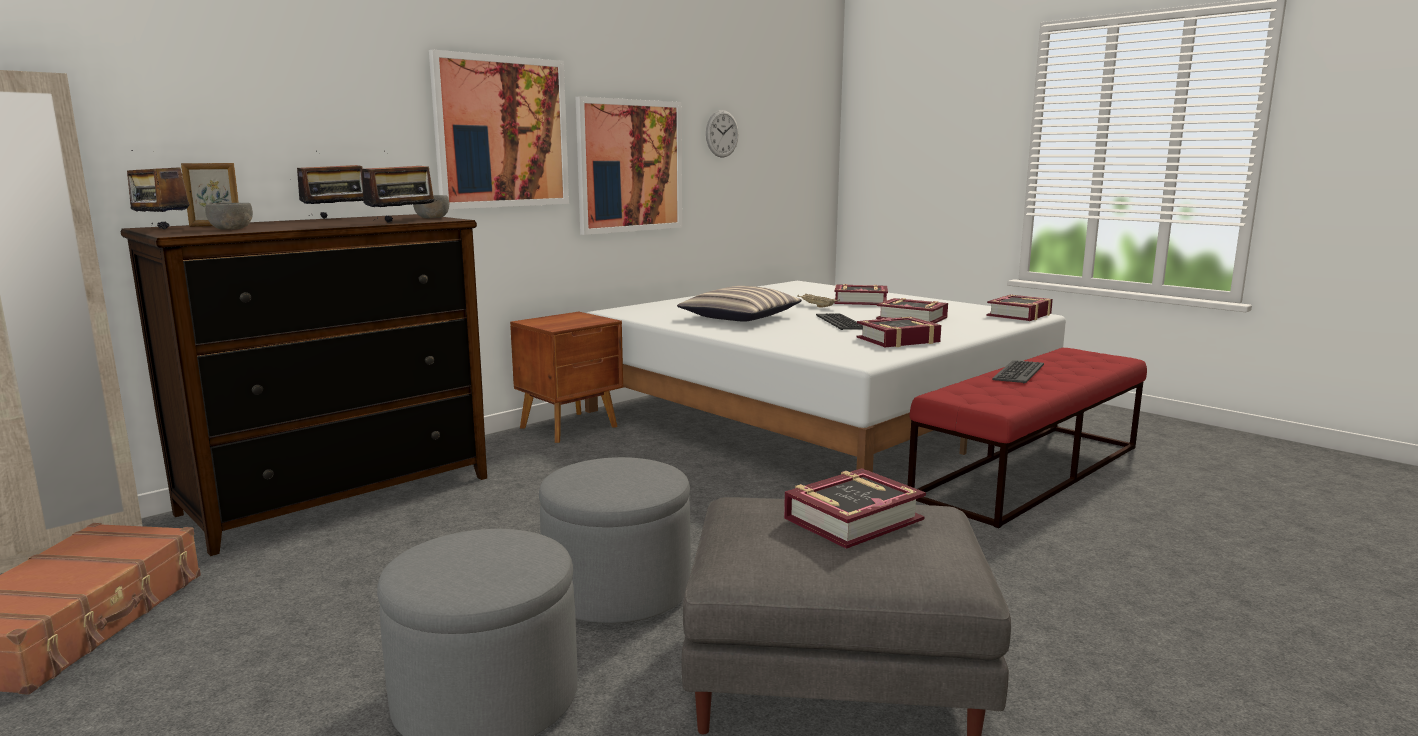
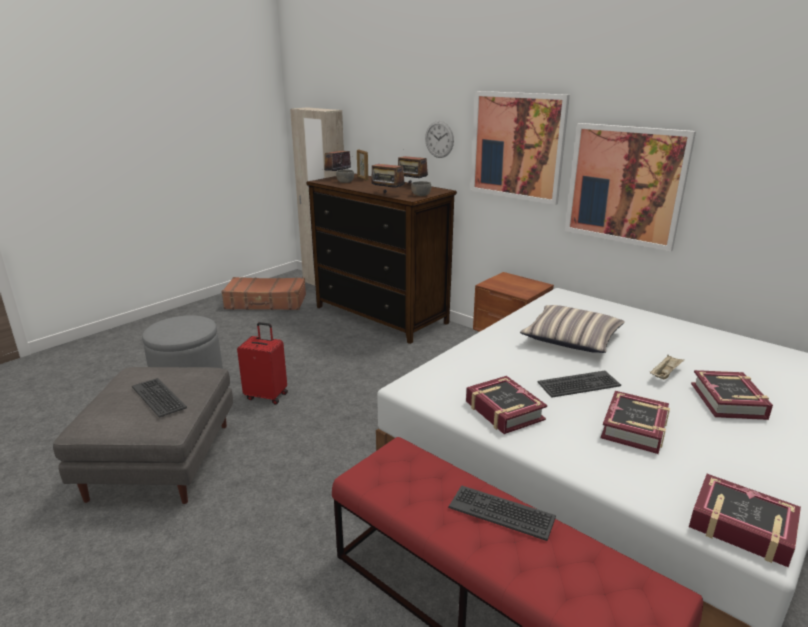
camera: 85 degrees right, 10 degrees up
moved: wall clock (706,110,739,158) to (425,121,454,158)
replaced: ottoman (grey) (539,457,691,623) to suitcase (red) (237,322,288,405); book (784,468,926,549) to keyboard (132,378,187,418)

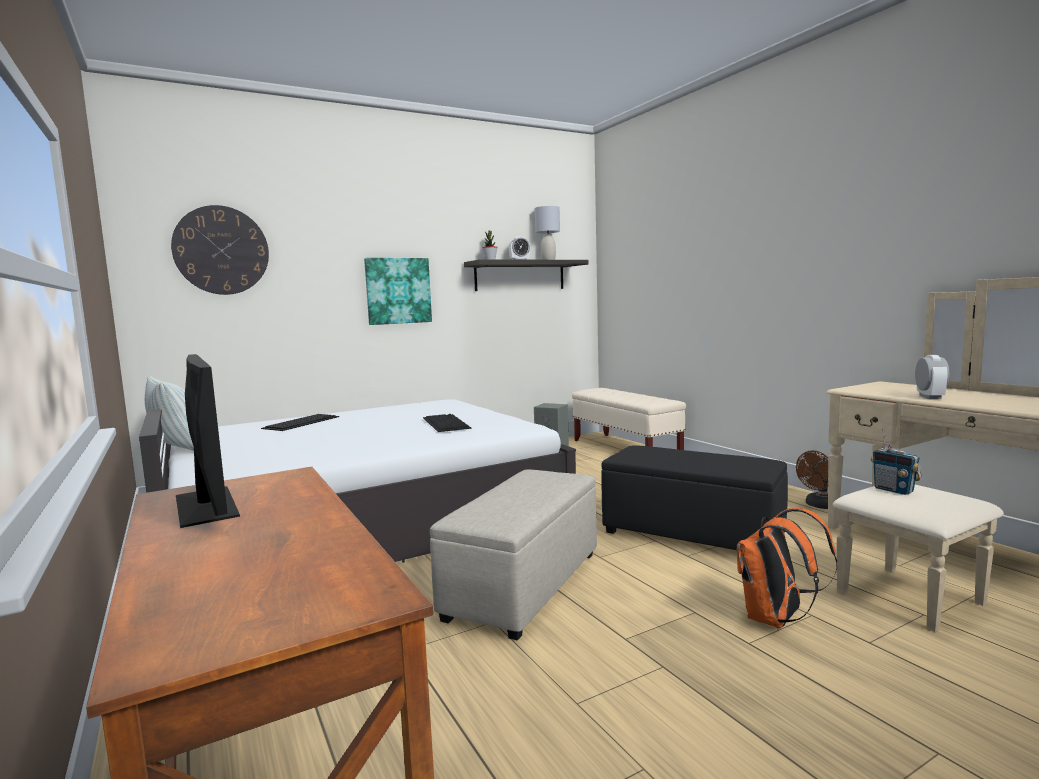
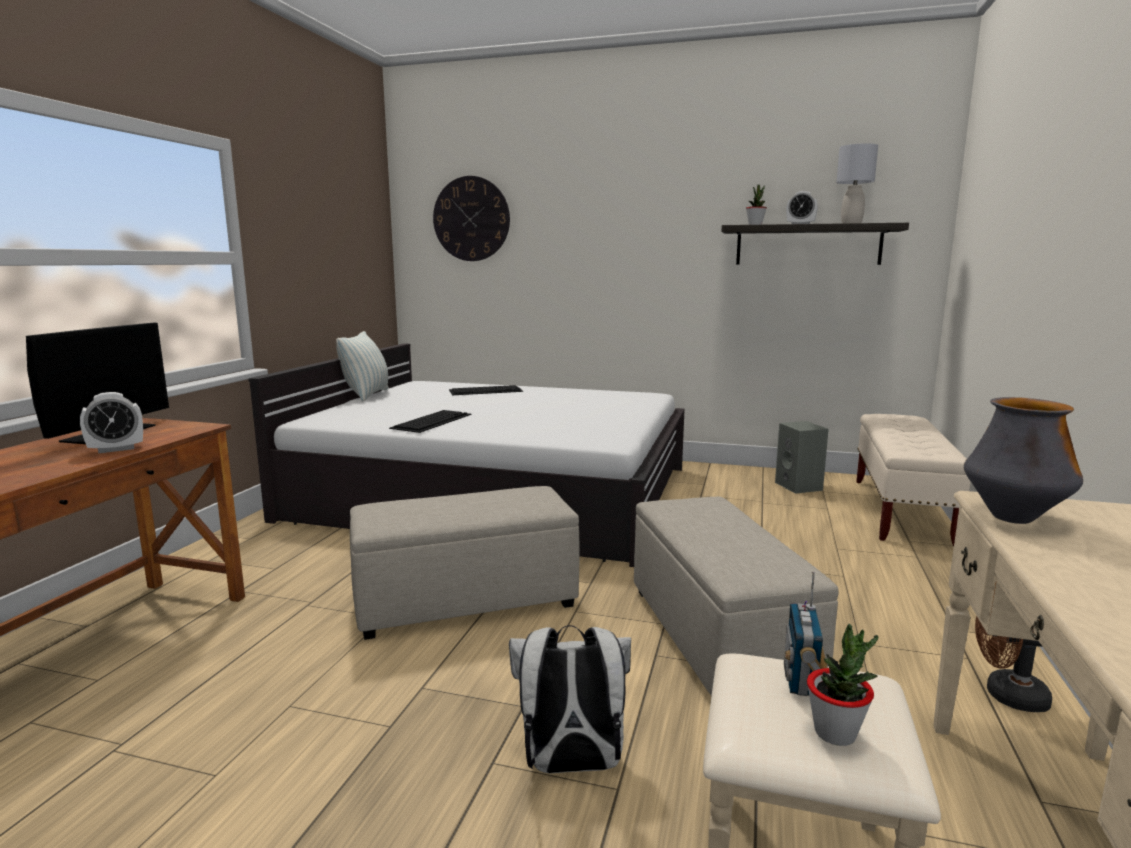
camera: 45 degrees right, 5 degrees up
removed: picture (364,258,432,325)
added: potted plant (807,624,878,746); vase (964,397,1083,524)
moved: keyboard (423,414,471,432) to (389,410,471,433); alarm clock (915,355,949,399) to (80,392,143,453)
recoloured: ottoman (black) (601,445,788,550) to ottoman (beige) (634,497,839,696); backpack (orange) (737,508,837,628) to backpack (white) (509,625,631,773)

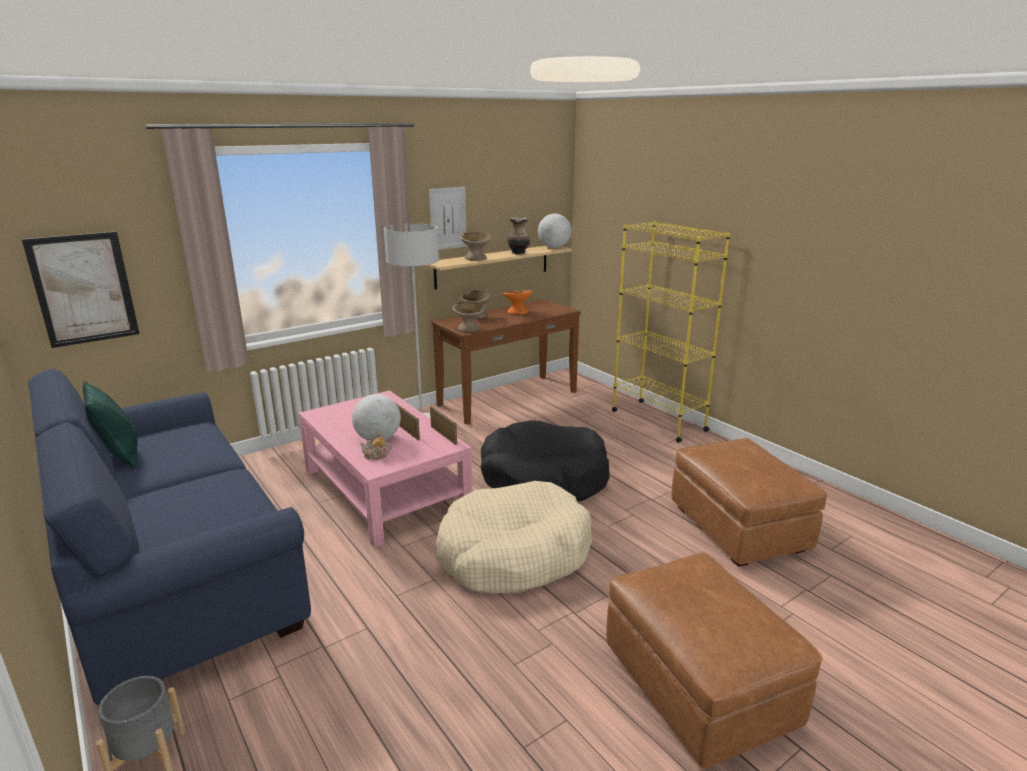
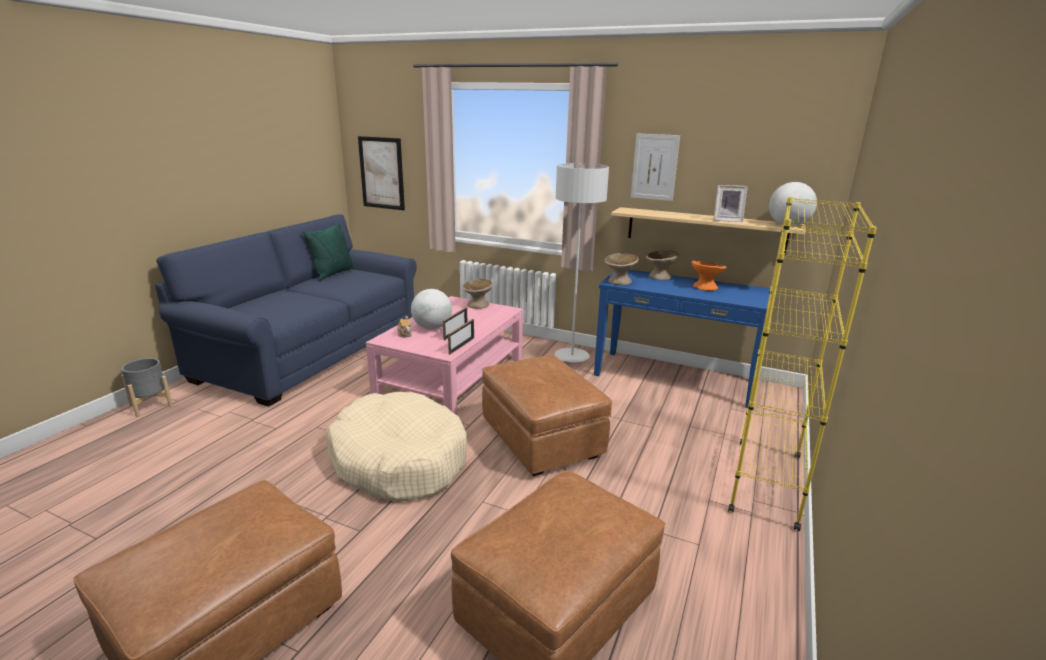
camera: 60 degrees right, 0 degrees up
moved: bowl (beige) (460,232,491,260) to (462,278,493,309)
replaced: dog bed (black) (481,420,610,501) to ottoman (brown) (482,354,612,476); vase (507,217,530,254) to picture frame (713,185,748,222)
recoloured: console table (brown) (431,299,581,425) to console table (blue) (594,270,770,408)

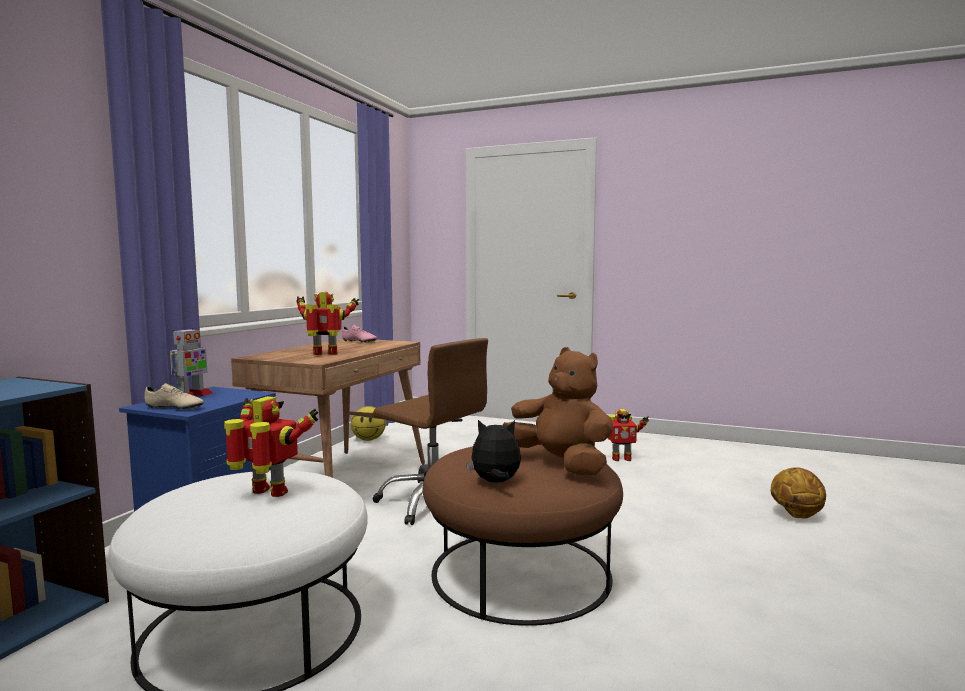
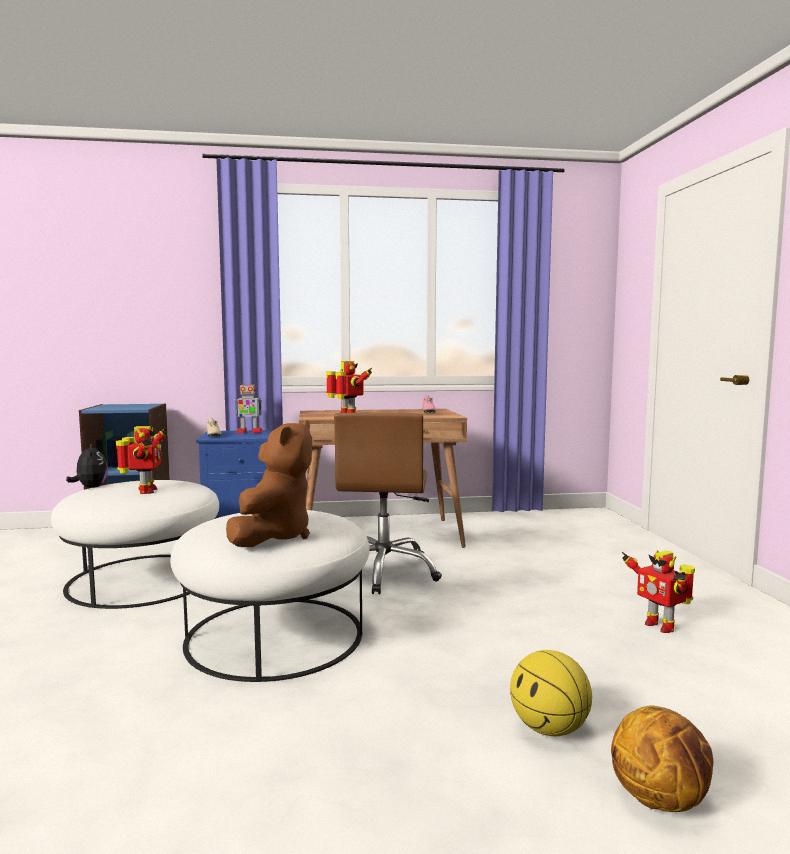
camera: 60 degrees right, 0 degrees up
moved: basketball (351,406,386,441) to (510,650,592,736); plush toy (466,420,521,483) to (66,443,108,488)
recoloured: ottoman (brown) (423,445,623,626) to ottoman (white) (170,510,370,682)

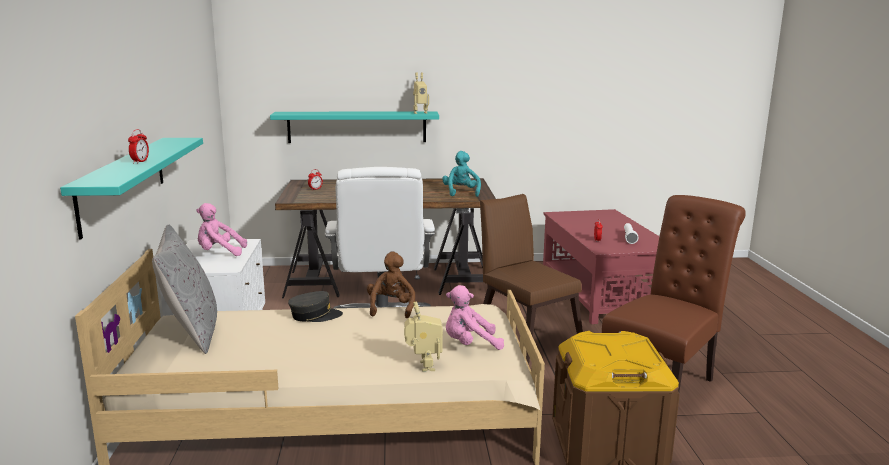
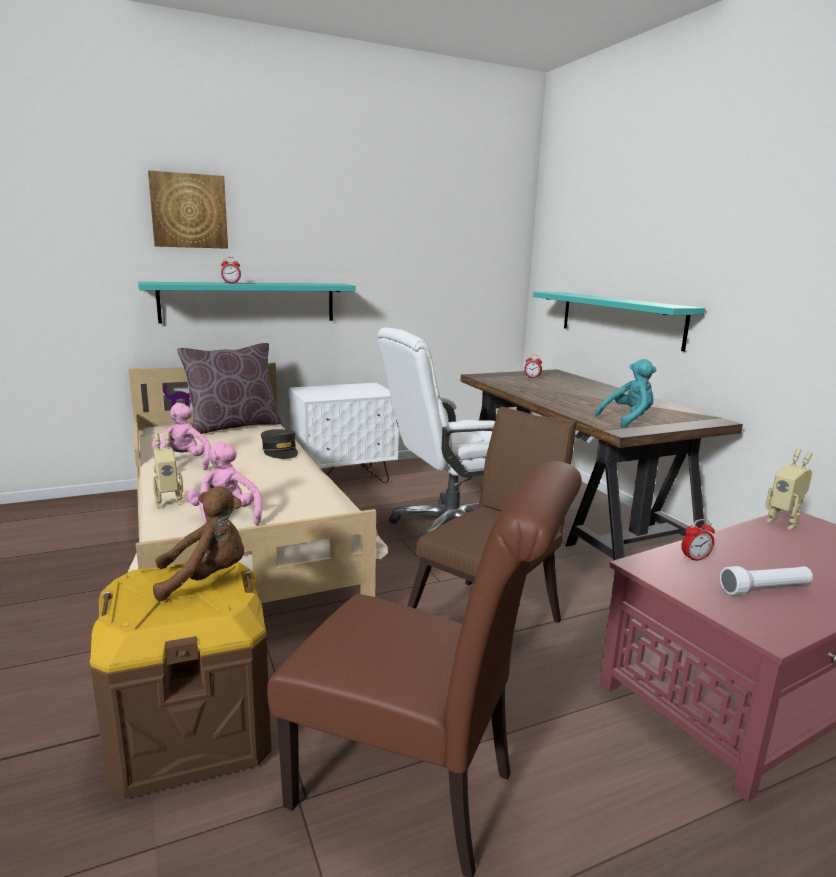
camera: 70 degrees right, 0 degrees up
added: picture (148,170,228,249)
moved: plush toy (pink) (196,203,247,256) to (152,403,211,470); plush toy (brown) (367,252,415,318) to (153,486,244,601); toy robot (413,72,429,114) to (766,448,813,530)
recoloured: pillow (grey) (152,225,217,354) to pillow (brown) (177,343,282,434)

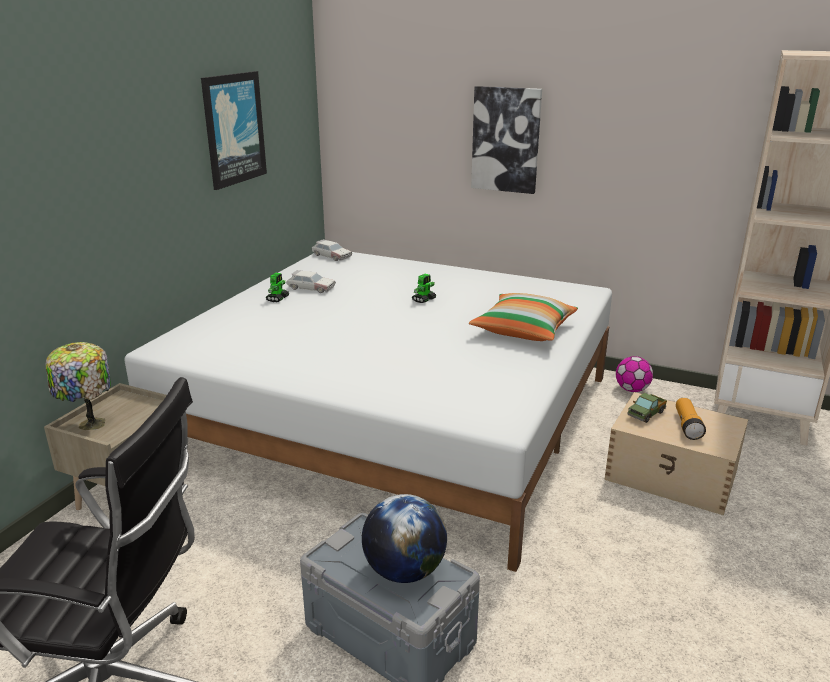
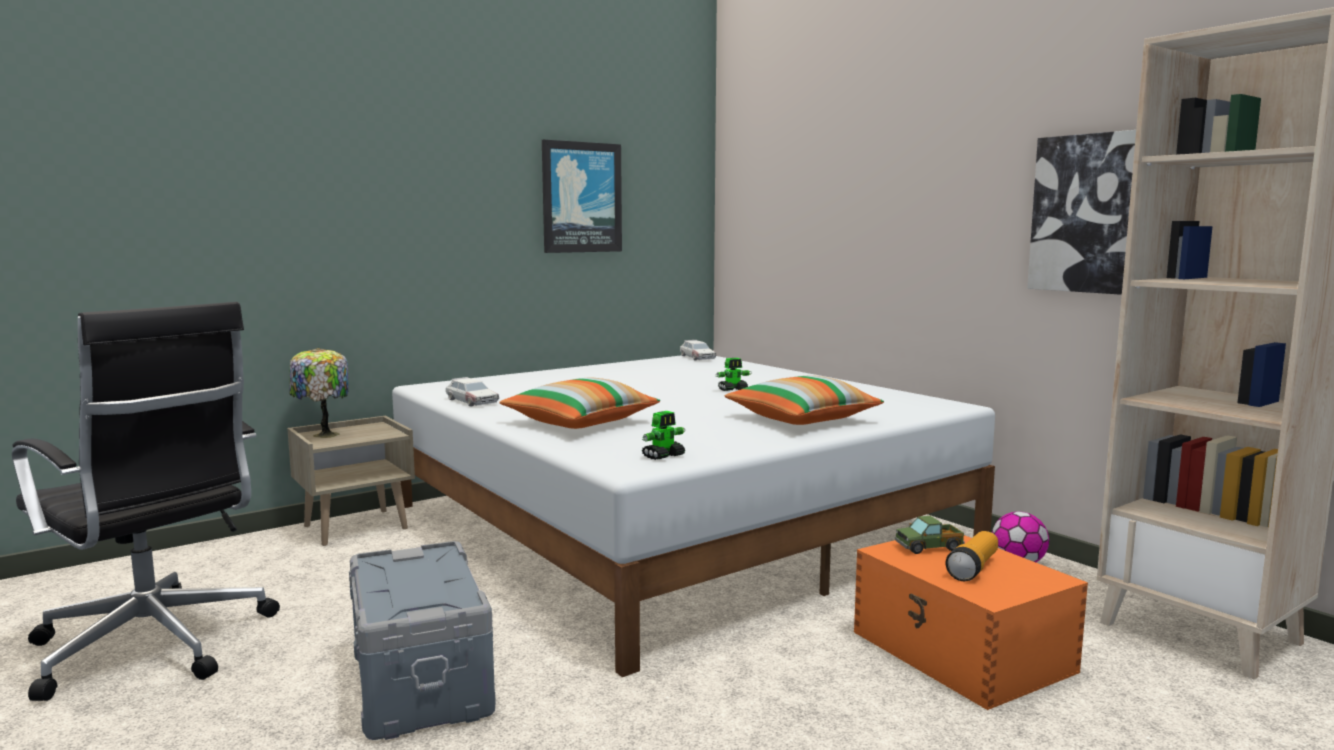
camera: 30 degrees right, 15 degrees down
removed: globe (362,494,447,583)
added: pillow (499,378,660,429)
moved: toy robot (266,273,289,302) to (642,411,685,460); toy car (287,270,336,293) to (446,377,499,406); picture (471,86,542,194) to (1027,130,1136,295)
recoloured: storage box (beige) (604,392,748,516) to storage box (orange) (854,535,1088,710)

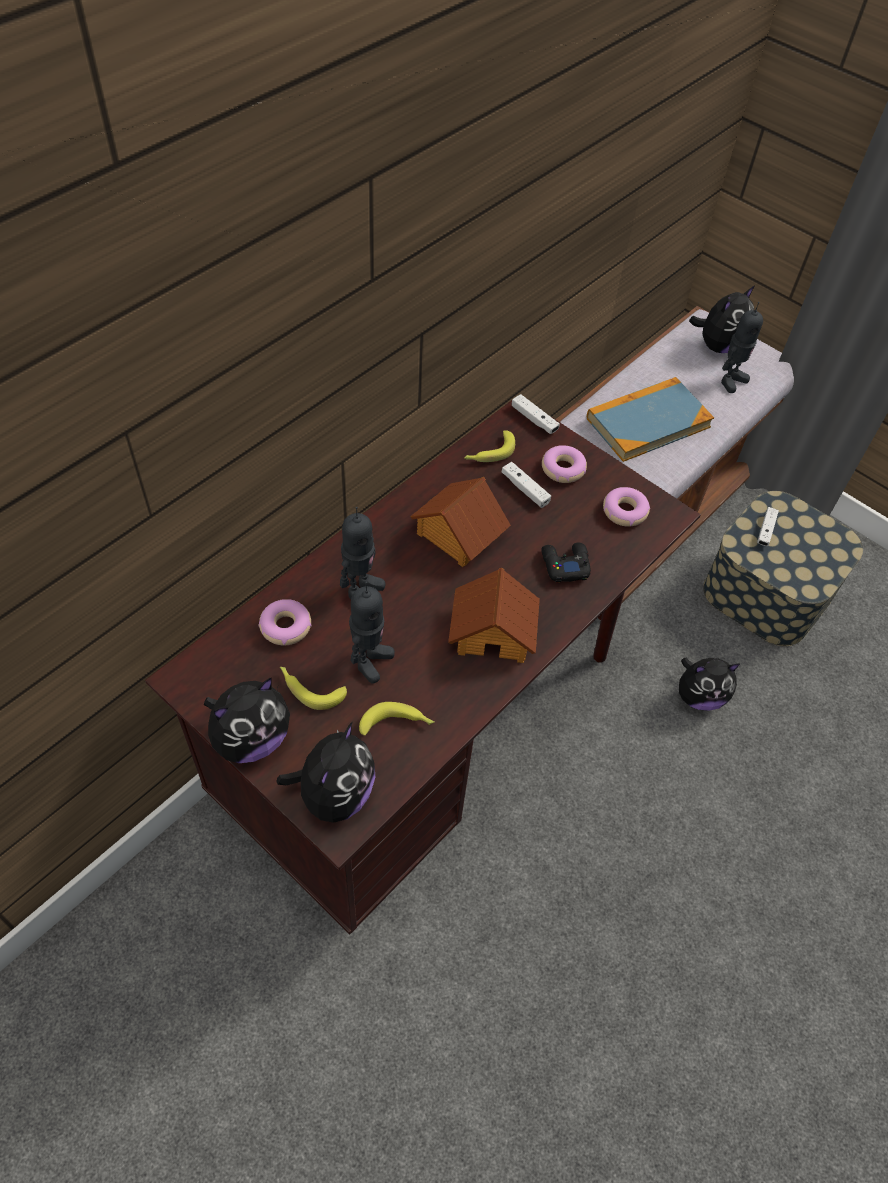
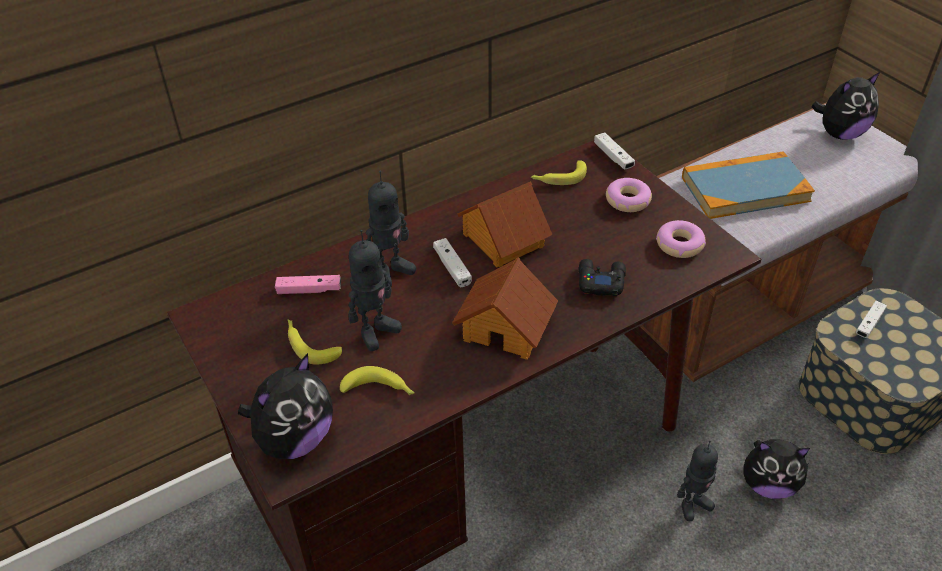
camera: 20 degrees right, 10 degrees down
removed: plush toy (204,677,290,763)
moved: game controller (white) (502,462,551,508) to (433,238,472,287); toy robot (721,302,763,393) to (677,440,718,521)
replaced: donut (259,599,312,646) to game controller (pink) (275,275,341,294)

